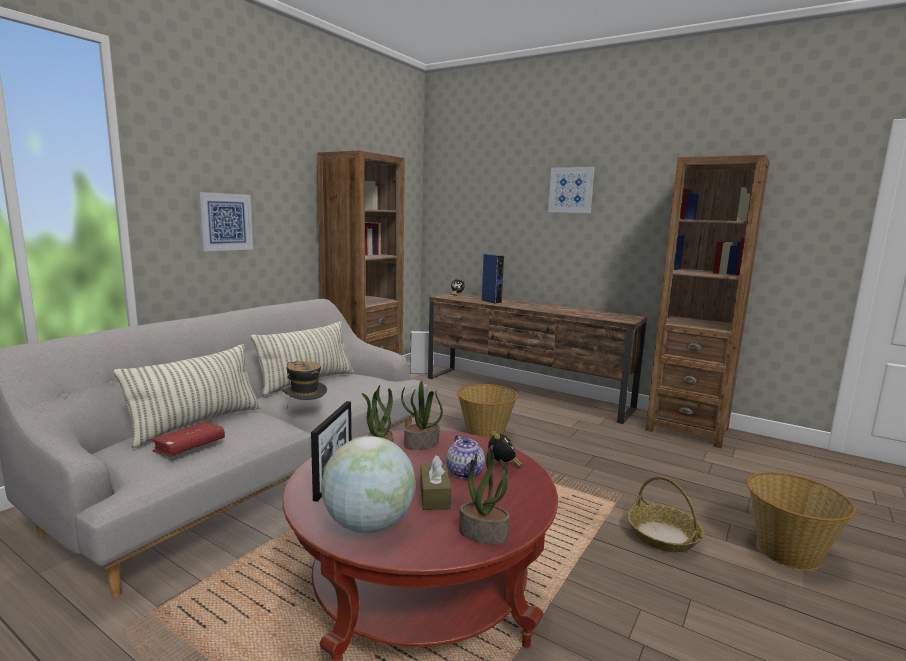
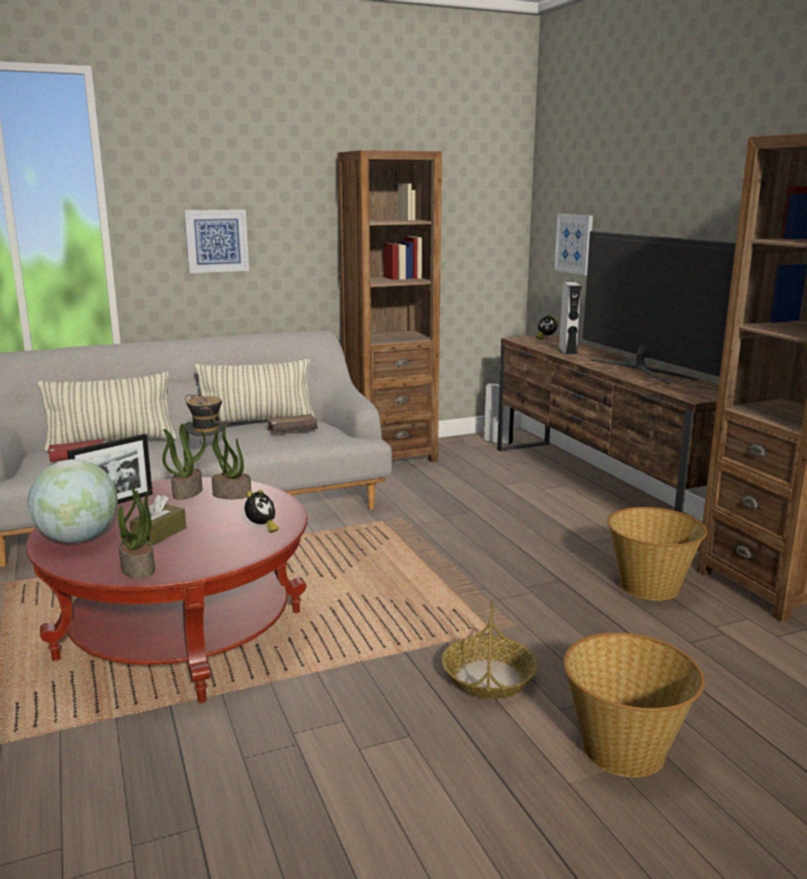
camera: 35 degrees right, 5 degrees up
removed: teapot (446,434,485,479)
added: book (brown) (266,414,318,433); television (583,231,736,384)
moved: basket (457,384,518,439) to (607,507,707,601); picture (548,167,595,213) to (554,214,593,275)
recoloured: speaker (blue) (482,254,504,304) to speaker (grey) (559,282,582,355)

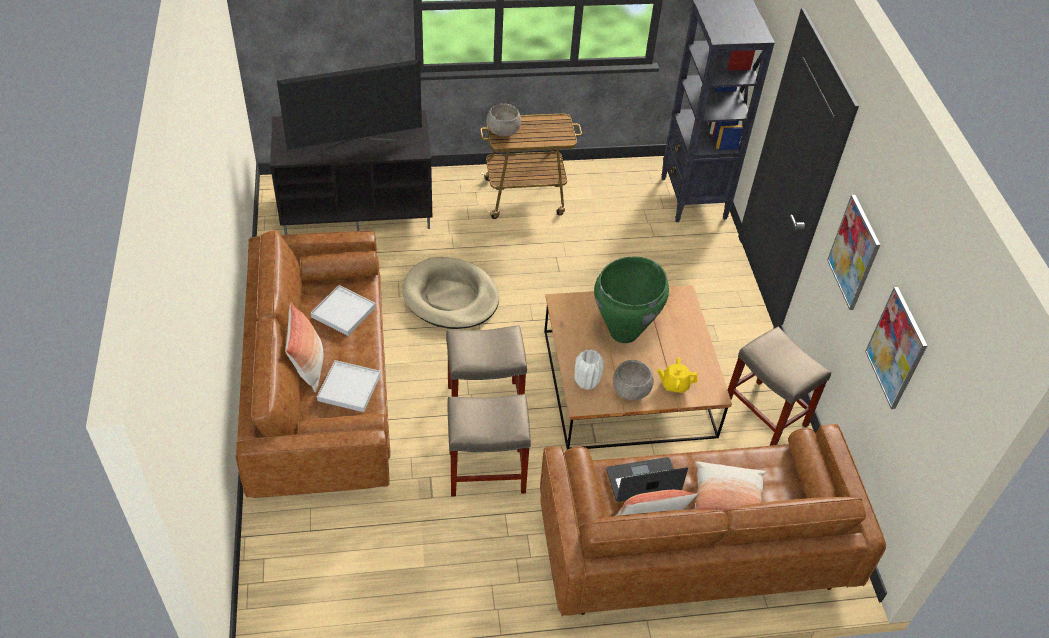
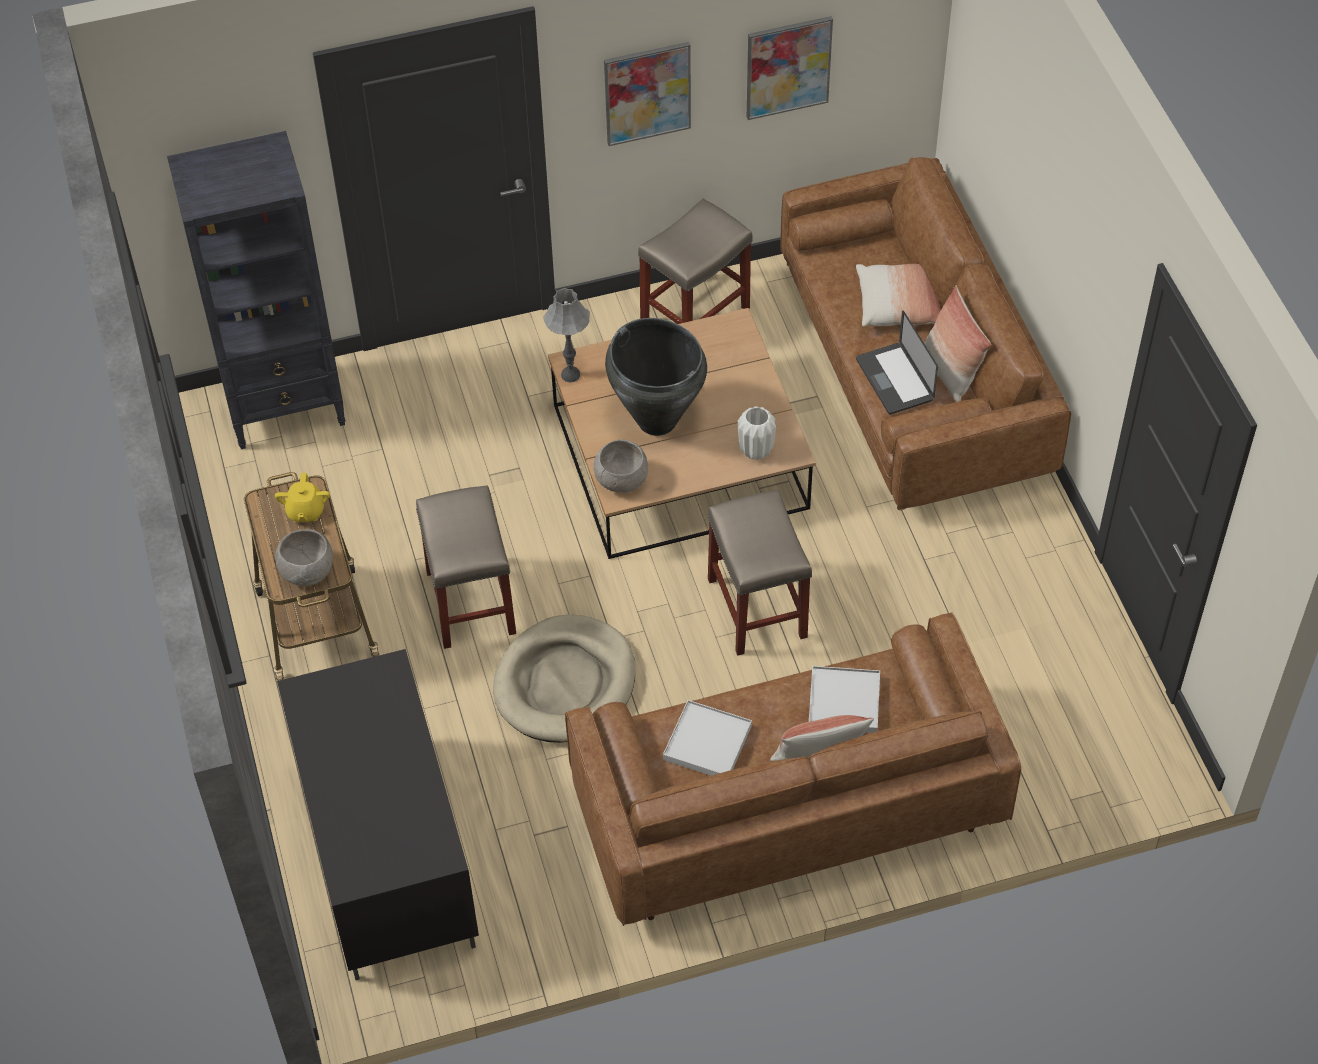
camera: 95 degrees left, 5 degrees up
removed: television (277,59,422,154)
added: table lamp (grey) (543,288,590,382)
moved: stool (beige) (447,394,531,497) to (416,485,516,649); bowl (grey) (613,360,654,400) to (594,439,648,493); teapot (yellow) (657,357,698,393) to (275,473,330,522)
recoloured: vase (green) (594,257,669,343) to vase (black) (605,318,707,436)

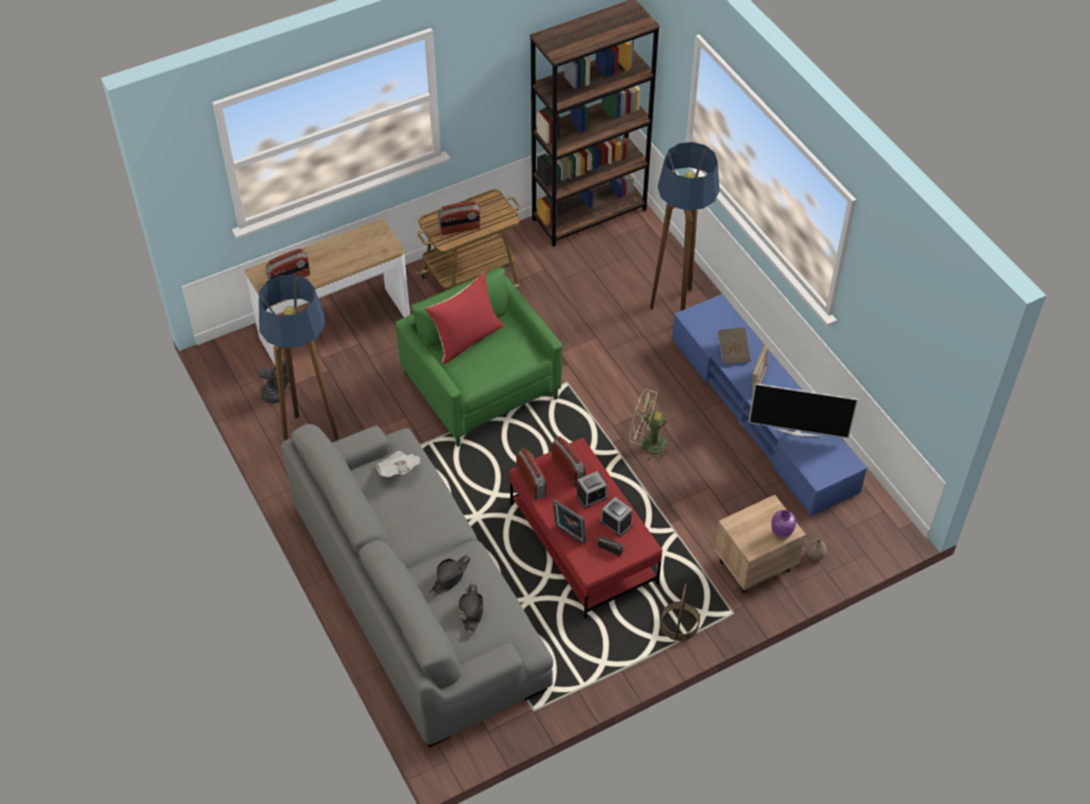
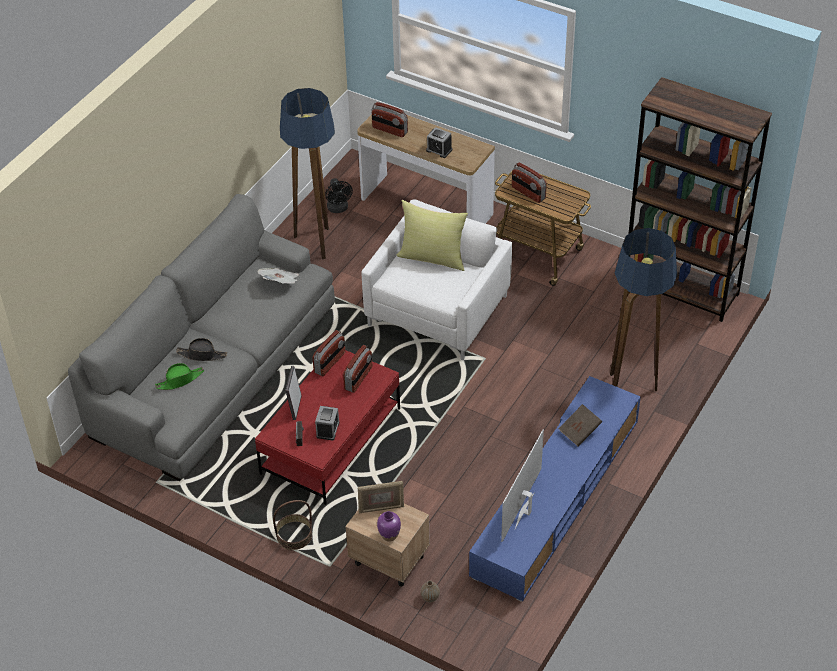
camera: 60 degrees right, 5 degrees down
removed: fan (green) (629,389,673,461)
moved: alarm clock (576,471,608,508) to (426,127,452,158); picture frame (752,343,768,396) to (357,481,404,513)
recoloured: armchair (green) (395,267,562,447) to armchair (white) (361,199,512,360); pillow (red) (425,272,504,364) to pillow (yellow) (397,200,468,271); hat (black) (458,584,483,635) to hat (green) (155,363,204,390)
turned: television (748,383,858,438) = (501,430,544,542) 45 degrees clockwise

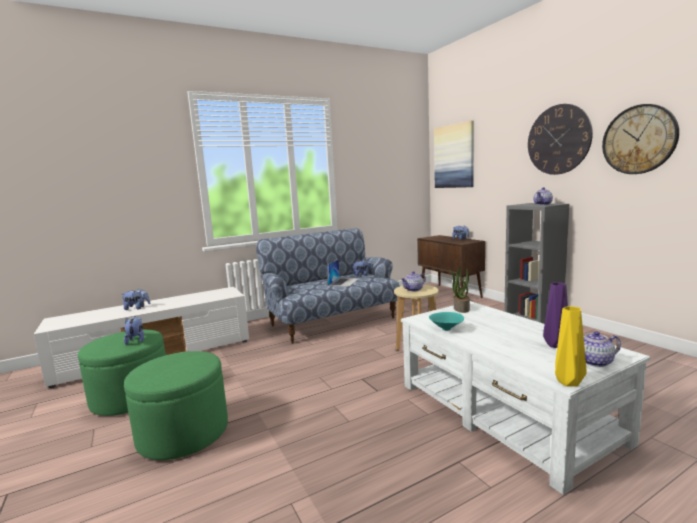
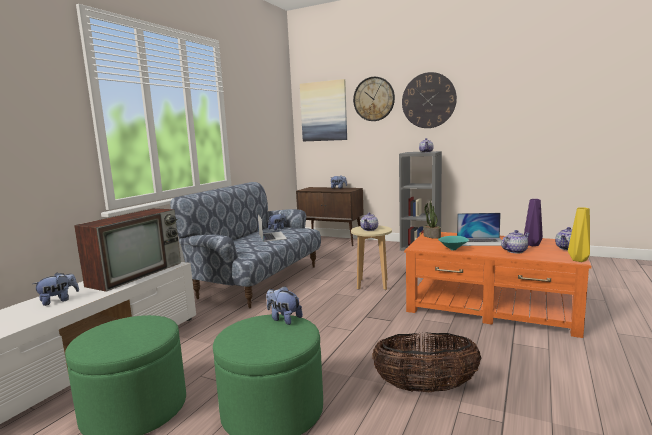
camera: 35 degrees left, 0 degrees up
added: television (74,208,181,292); basket (372,332,482,392); laptop (457,213,502,246); teapot (501,230,530,253)
moved: plush toy (124,316,144,345) to (266,286,303,325); wall clock (602,104,679,174) to (353,77,395,121)
recoloured: coffee table (white) (401,301,651,495) to coffee table (orange) (404,232,591,338)

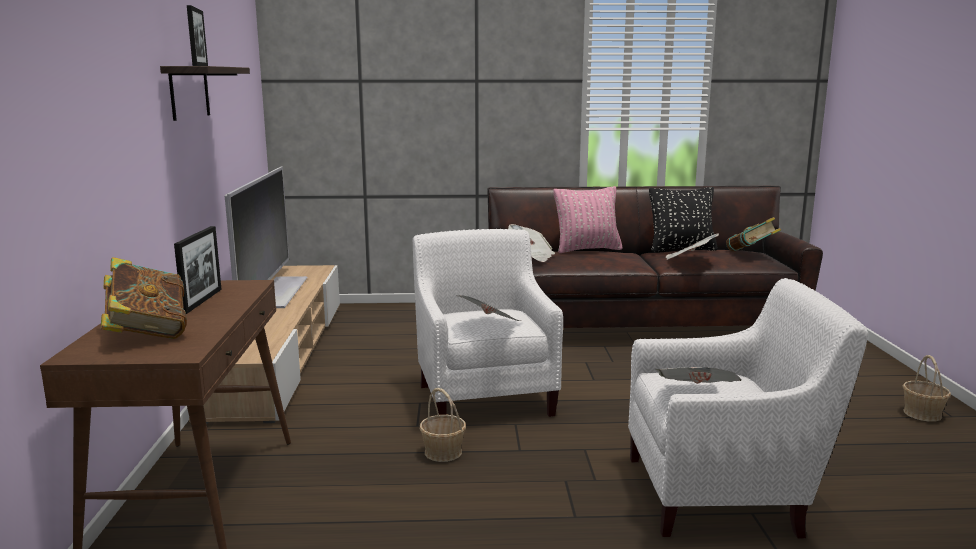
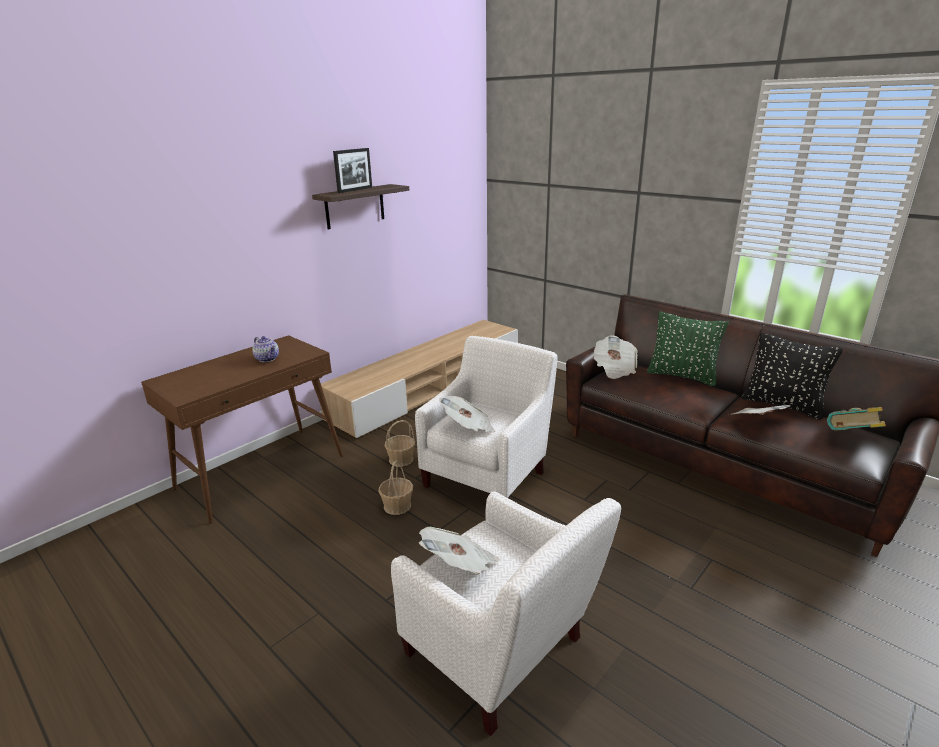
camera: 45 degrees right, 10 degrees up
removed: book (101,257,187,339); television (225,167,308,308)
moved: basket (903,355,951,422) to (385,420,415,467)
replaced: picture frame (174,226,222,314) to teapot (252,336,279,362)
recoloured: pillow (pink) (553,186,623,253) to pillow (green) (647,311,729,386)

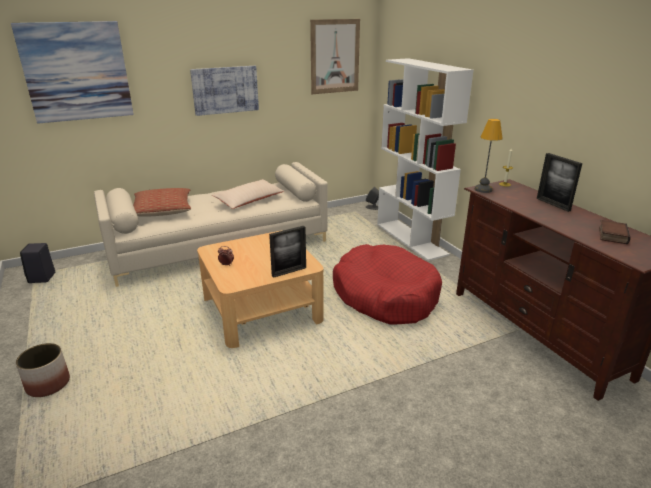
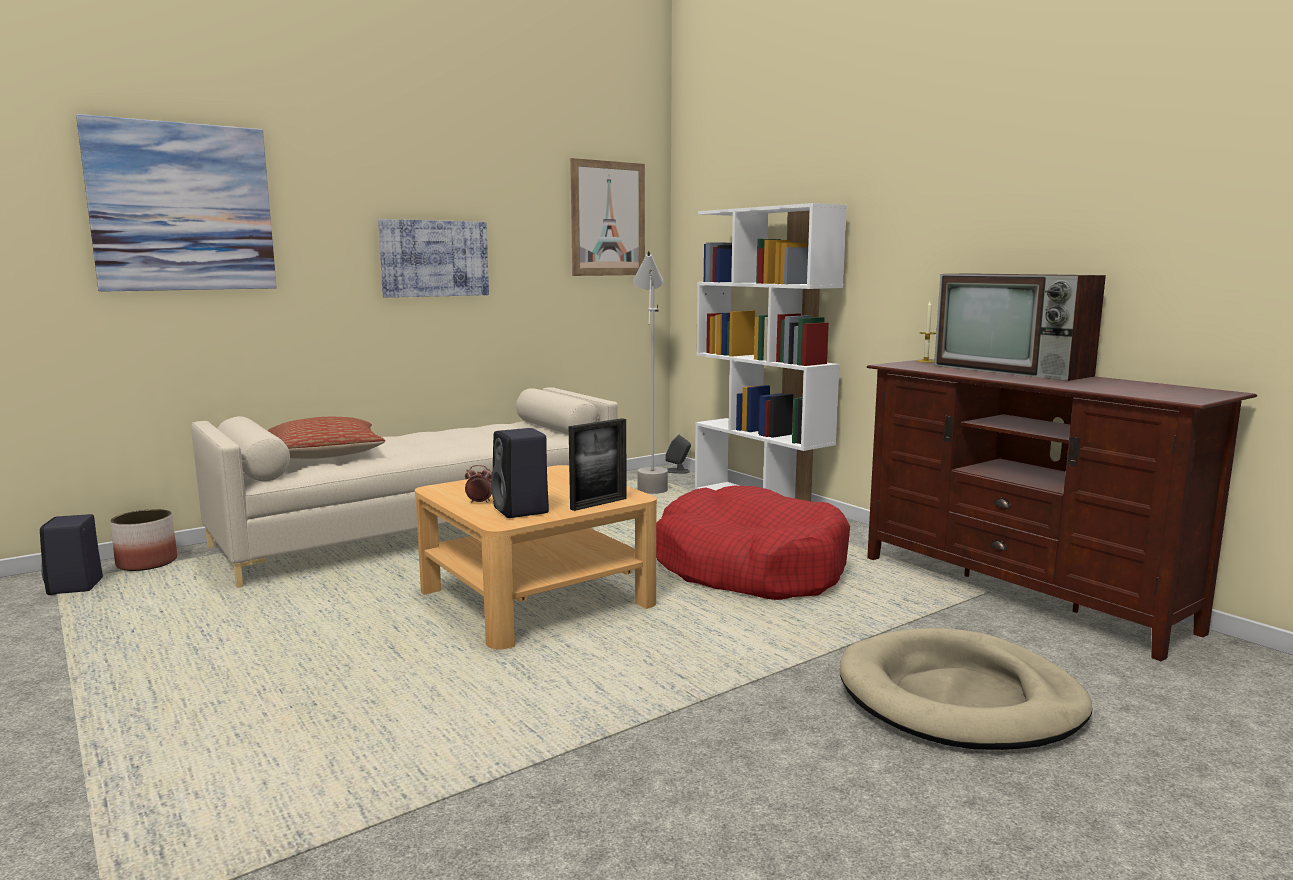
camera: 10 degrees left, 15 degrees down
removed: pillow (beige) (212,179,284,209); table lamp (475,119,503,193); book (599,220,630,244)
added: speaker (black) (491,428,549,518); floor lamp (grey) (633,251,668,494); dog bed (beige) (840,628,1092,750)
moved: planter (16,343,70,397) to (110,509,177,571)
replaced: picture frame (537,153,582,212) to television (934,273,1106,381)

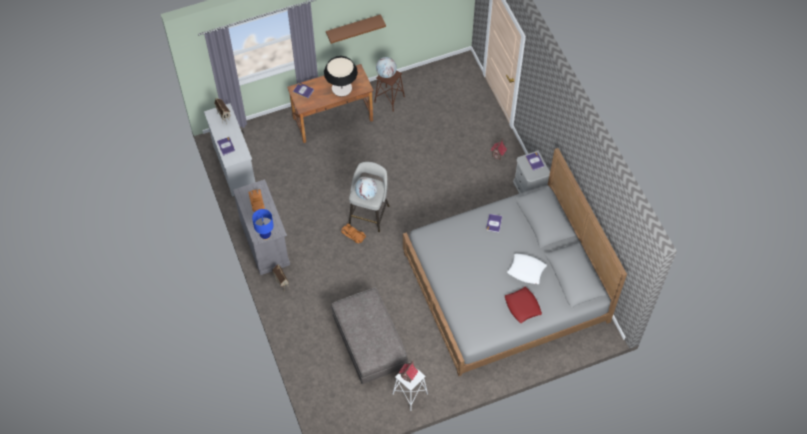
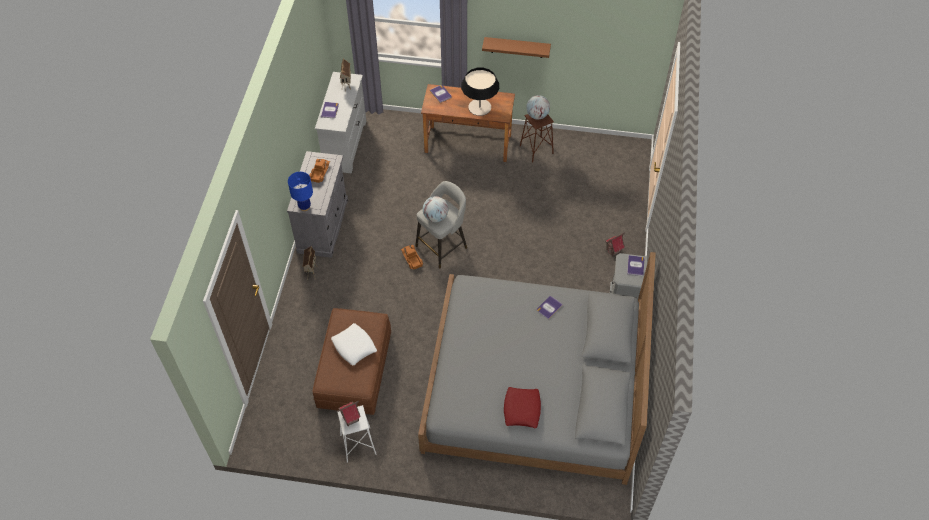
camera: 30 degrees right, 5 degrees down
moved: pillow (white) (507,253,547,284) to (331,323,377,365)
recoloured: ottoman (grey) (332,287,408,384) to ottoman (brown) (312,308,391,415)

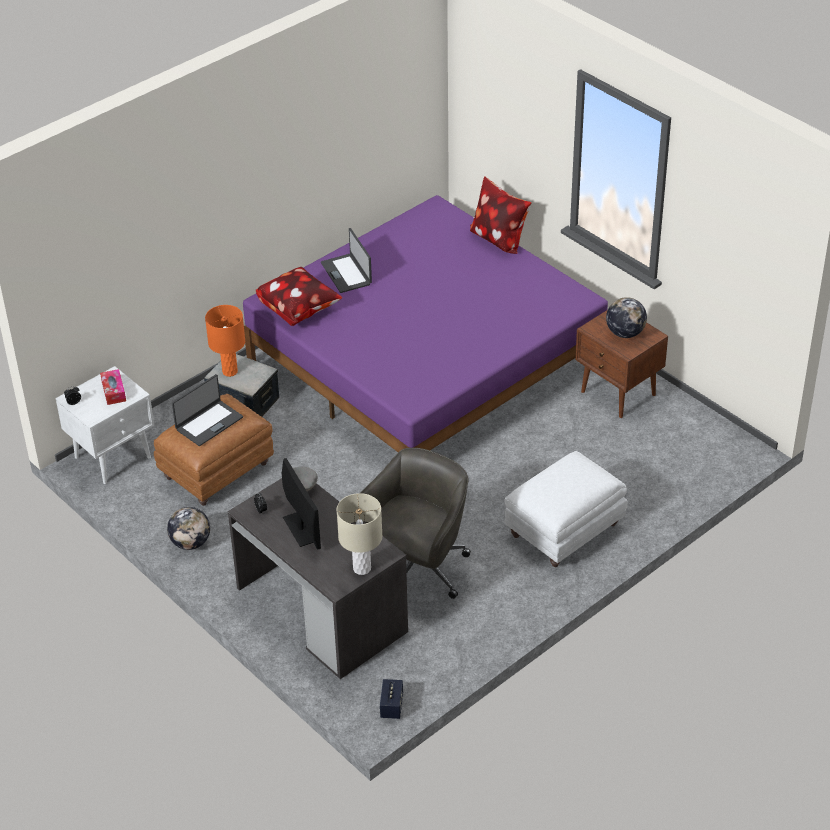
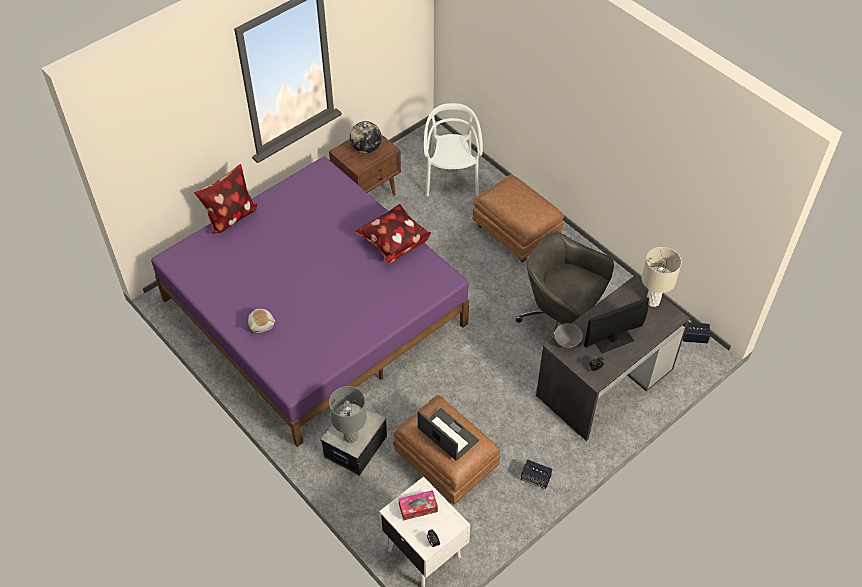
camera: 90 degrees left, 10 degrees up
added: chair (white) (424,103,483,196)
moved: pillow (256,267,342,326) to (355,204,431,263)
replaced: globe (167,507,210,550) to speaker (521,459,552,489); laptop (321,228,372,293) to plush toy (248,309,275,333)
recoloured: table lamp (orange) (205,305,245,377) to table lamp (grey) (329,386,367,443); ottoman (white) (504,451,628,567) to ottoman (brown) (472,175,564,263)

